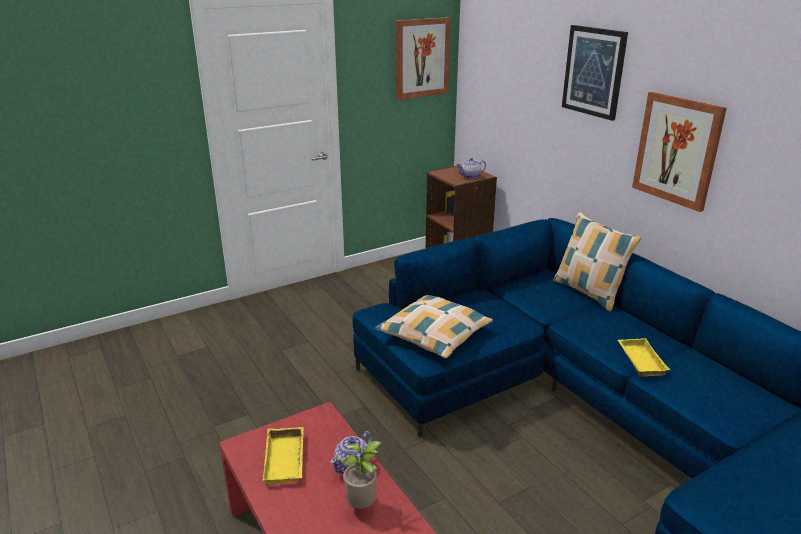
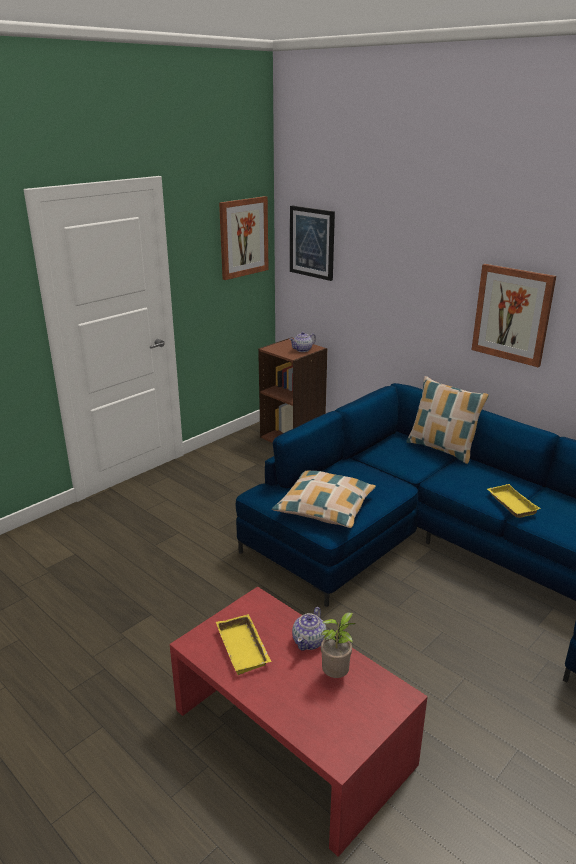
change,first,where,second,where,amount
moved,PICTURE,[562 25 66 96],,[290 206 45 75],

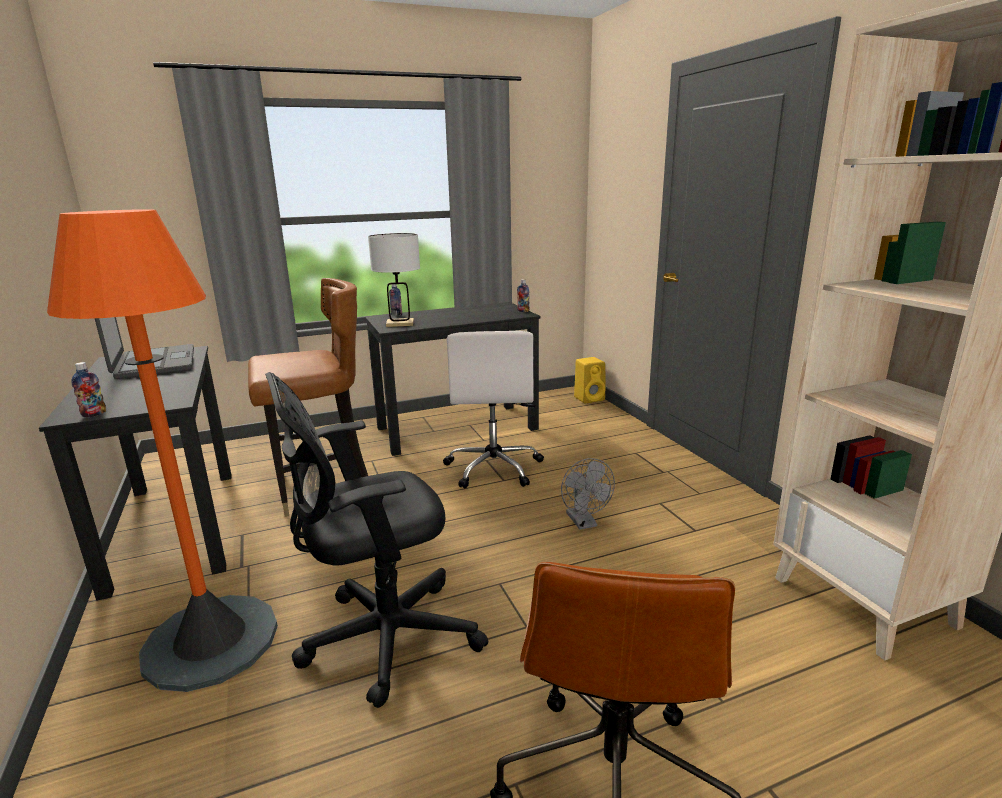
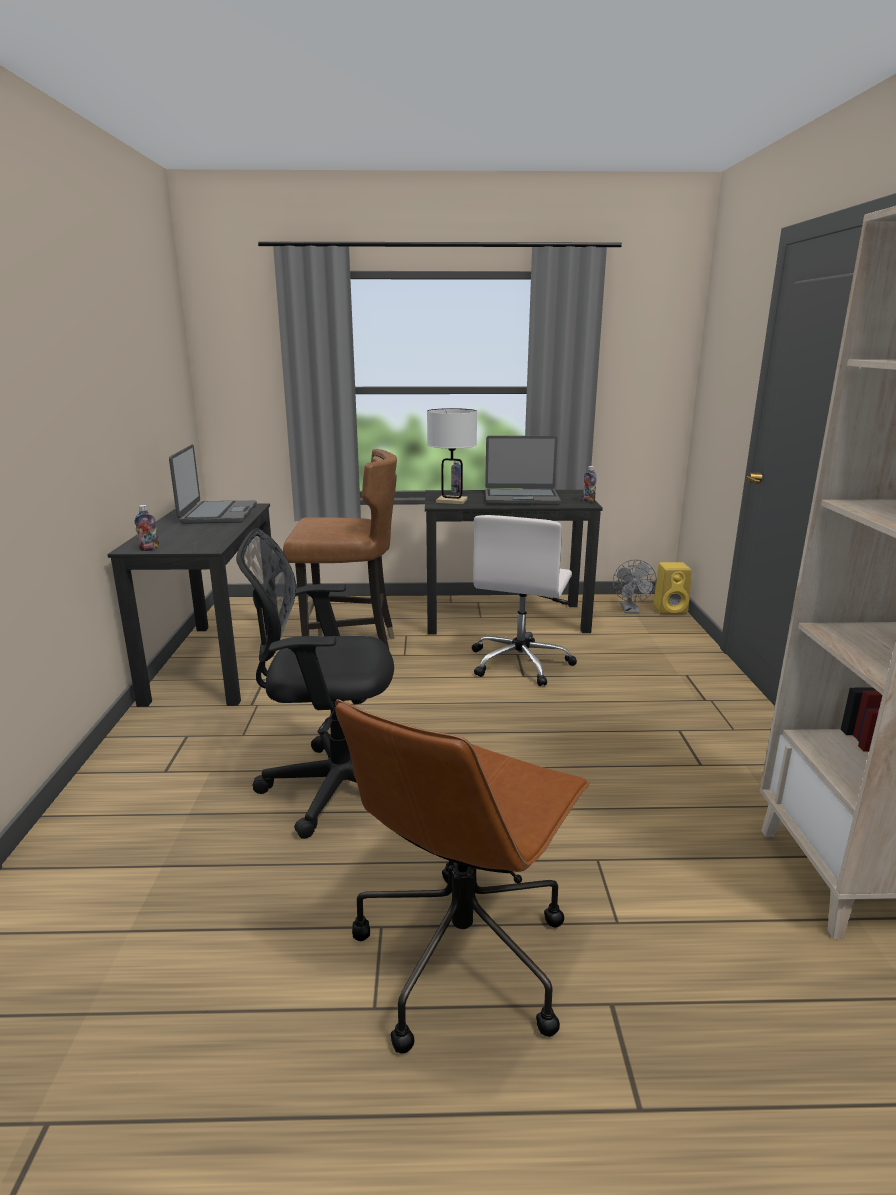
change,first,where,second,where,amount
removed,ORANGE FLOOR LAMP,[47 209 231 483],,,
moved,GREY FAN,[561 458 54 72],,[613 559 44 55],
added,,,LAPTOP,[485 436 76 69],

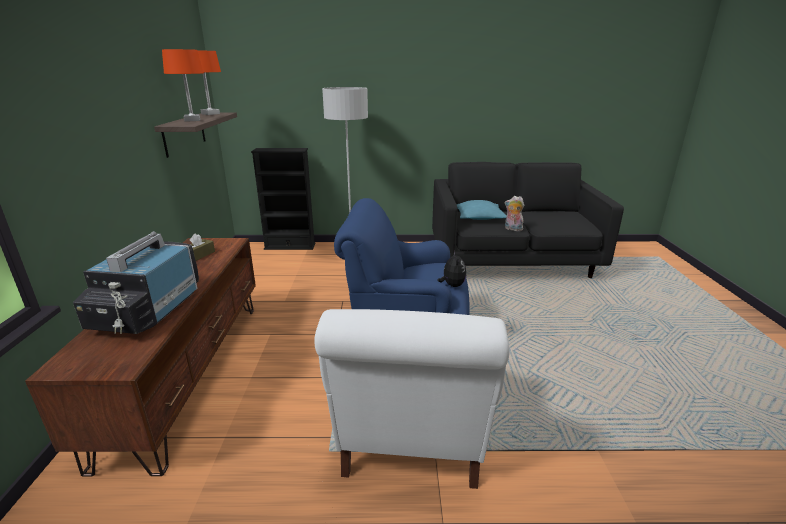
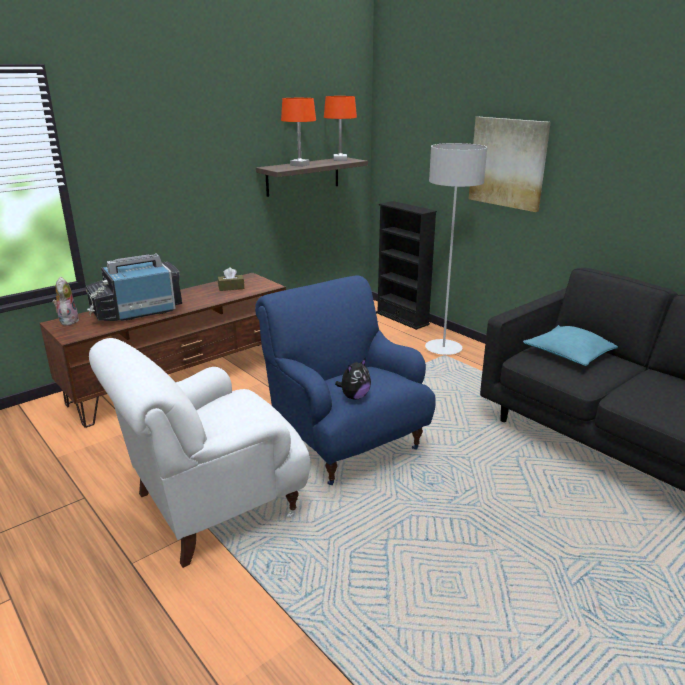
change,first,where,second,where,amount
moved,PLUSH TOY,[505 196 19 35],,[53 277 26 48],
added,,,PICTURE,[469 117 82 95],

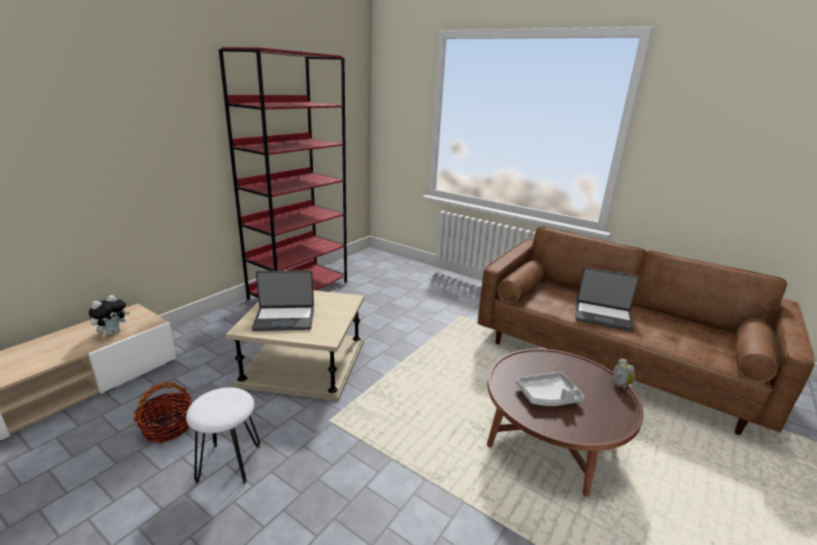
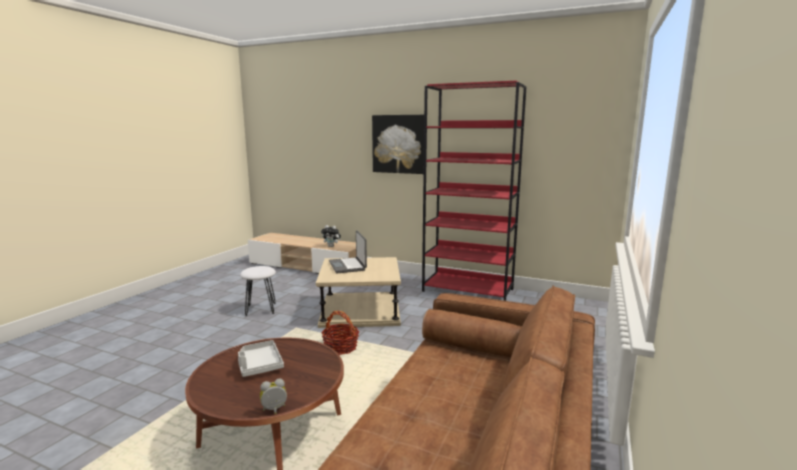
change,first,where,second,where,amount
moved,BASKET,[133 382 58 61],,[321 311 38 44],
removed,LAPTOP,[575 267 65 65],,,
added,,,PICTURE,[372 115 52 59],

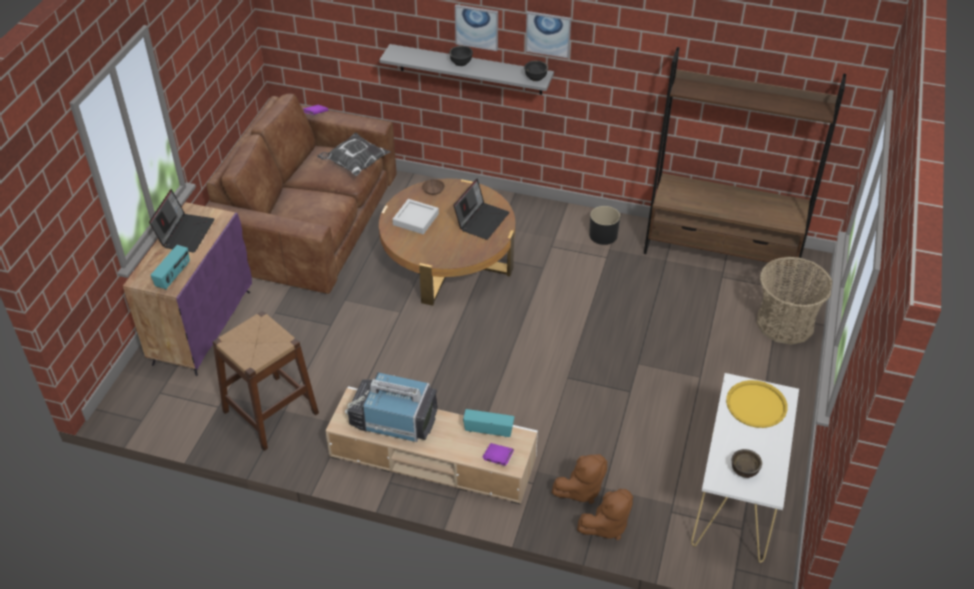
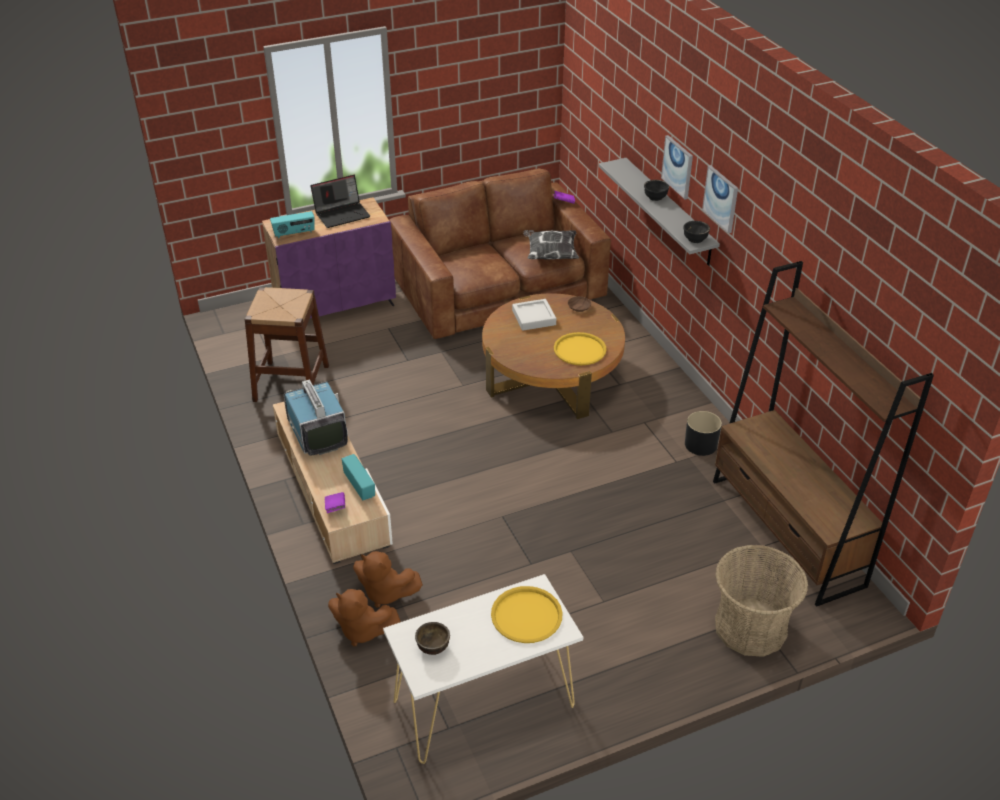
change,first,where,second,where,amount
replaced,LAPTOP,[453 179 57 61],YELLOW TRAY,[554 332 52 33],

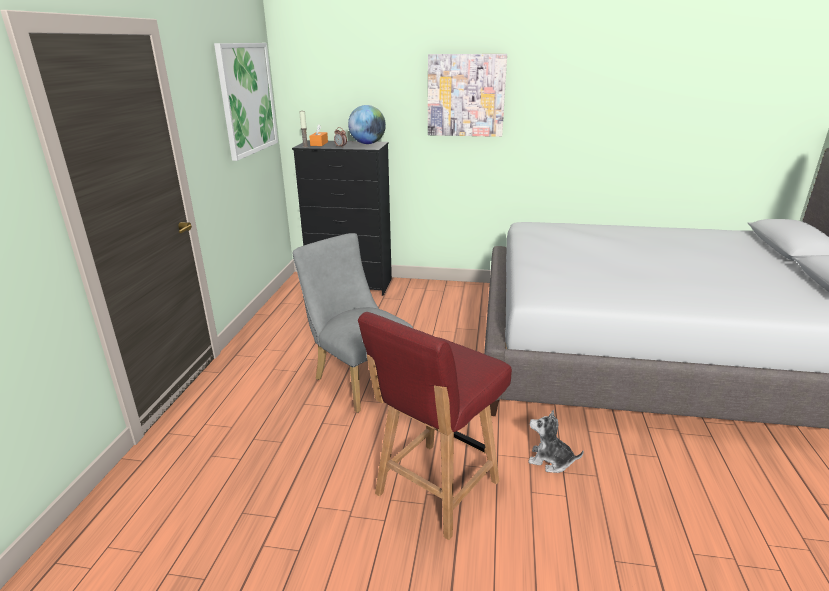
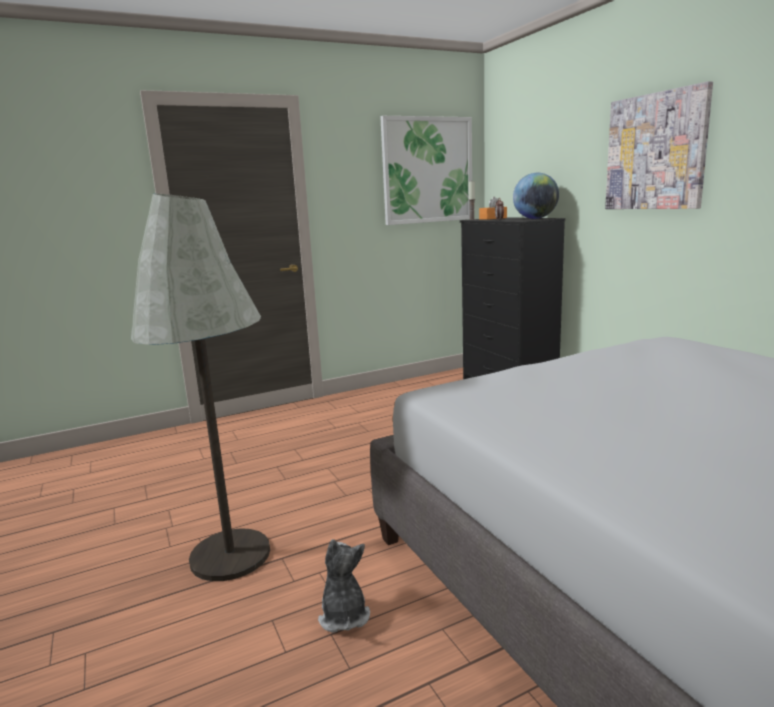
change,first,where,second,where,amount
removed,GREY CHAIR,[292 233 121 180],,,
replaced,RED CHAIR,[358 312 154 228],GREY FLOOR LAMP,[131 194 139 387],

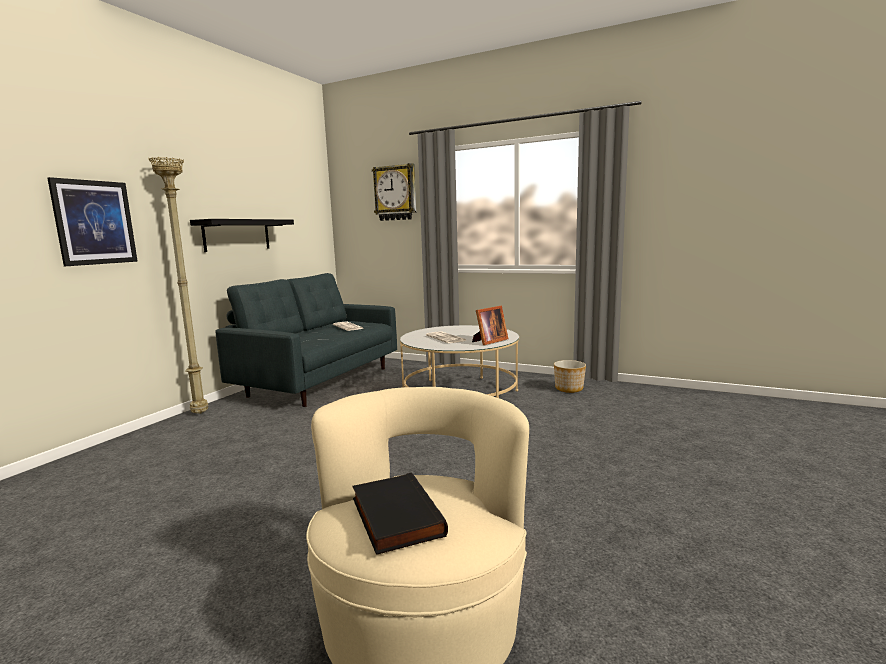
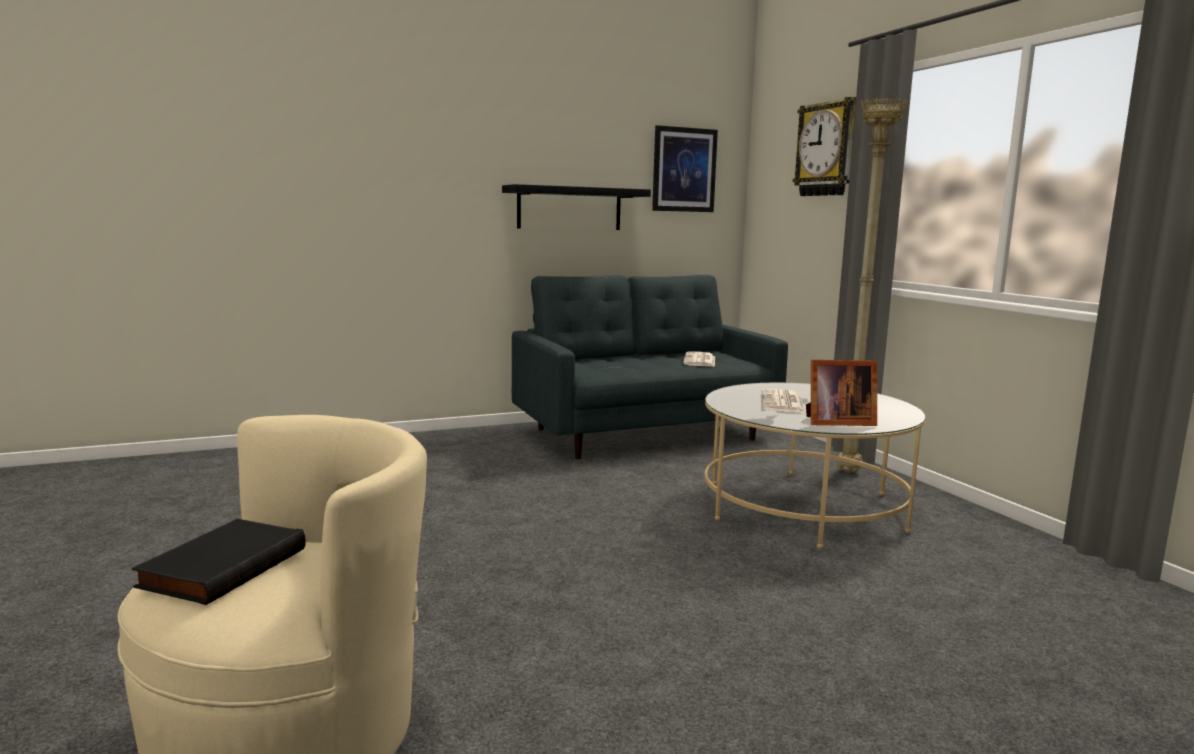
change,first,where,second,where,amount
moved,PICTURE,[47 177 91 89],,[652 125 66 87],
moved,BEIGE FLOOR LAMP,[149 157 59 257],,[837 98 71 375],
removed,PLANTER,[554 360 32 33],,,

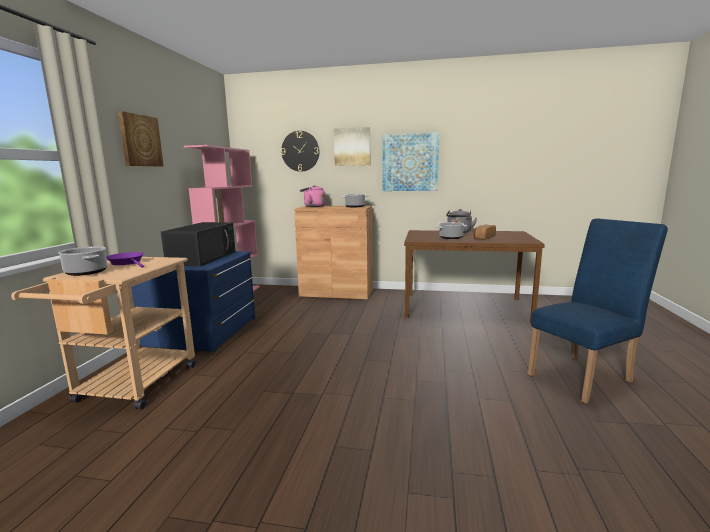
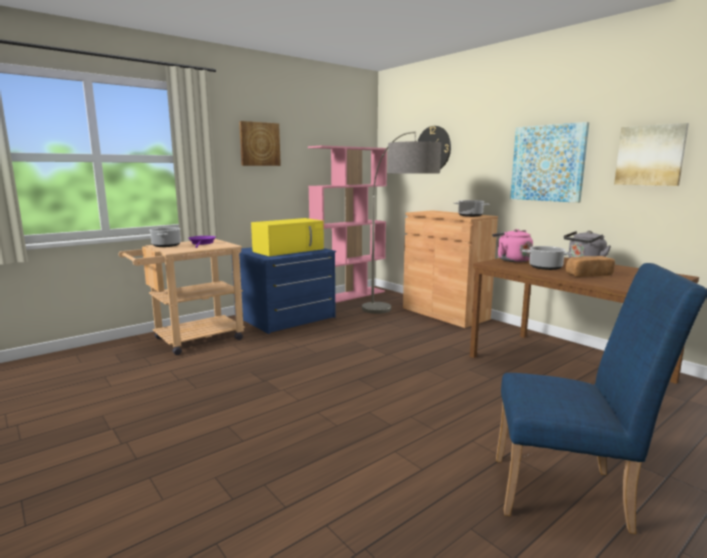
change,first,where,second,where,amount
recoloured,BLACK MICROWAVE,[161 222 75 45],YELLOW MICROWAVE,[251 218 73 38],
moved,PINK KETTLE,[300 185 26 22],,[493 229 40 33],
moved,PICTURE,[334 127 36 39],,[614 123 75 63],
added,,,FLOOR LAMP,[362 131 79 183],

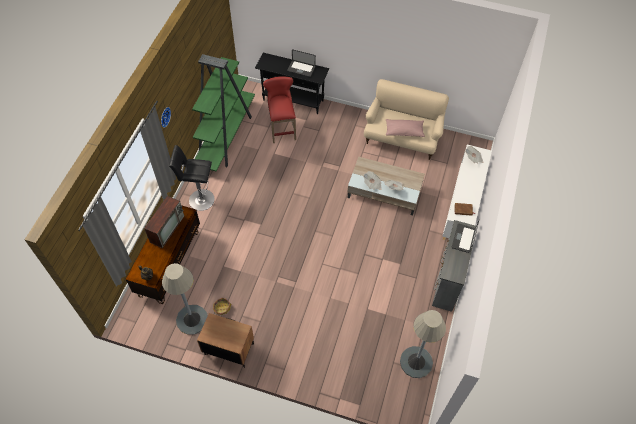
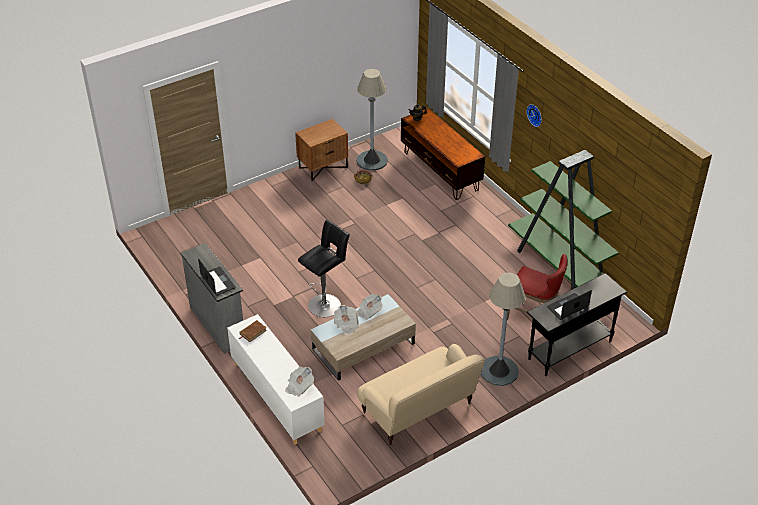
change,first,where,second,where,amount
removed,TELEVISION,[144 196 40 52],,,
moved,BLACK STOOL,[169 145 46 66],,[298 220 52 97],
removed,PINK PILLOW,[386 119 39 18],,,
moved,GREY FLOOR LAMP,[400 310 46 68],,[481 272 45 114],

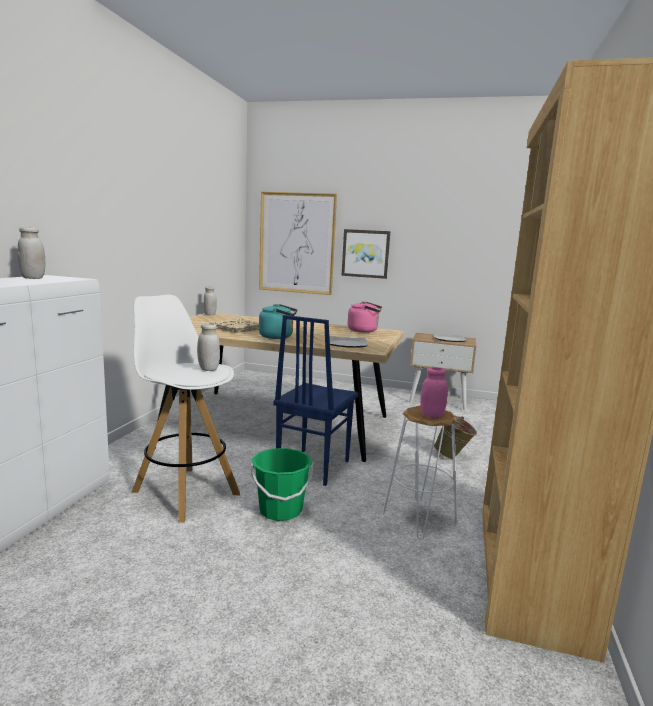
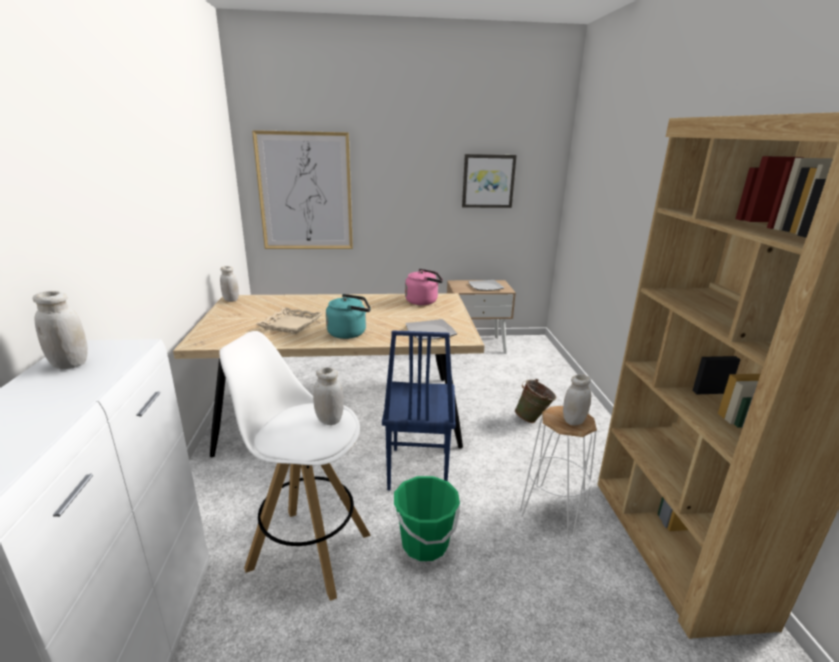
change,first,where,second,where,amount
moved,PICTURE,[341 229 49 50],,[462 154 55 54],
recoloured,PINK JAR,[420 367 28 50],WHITE JAR,[563 374 28 51],

